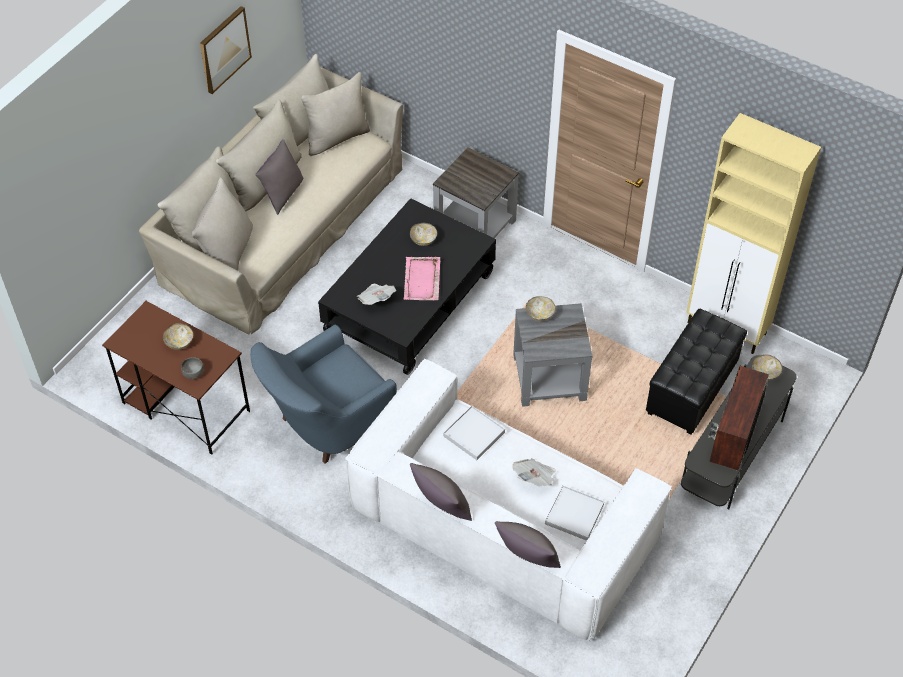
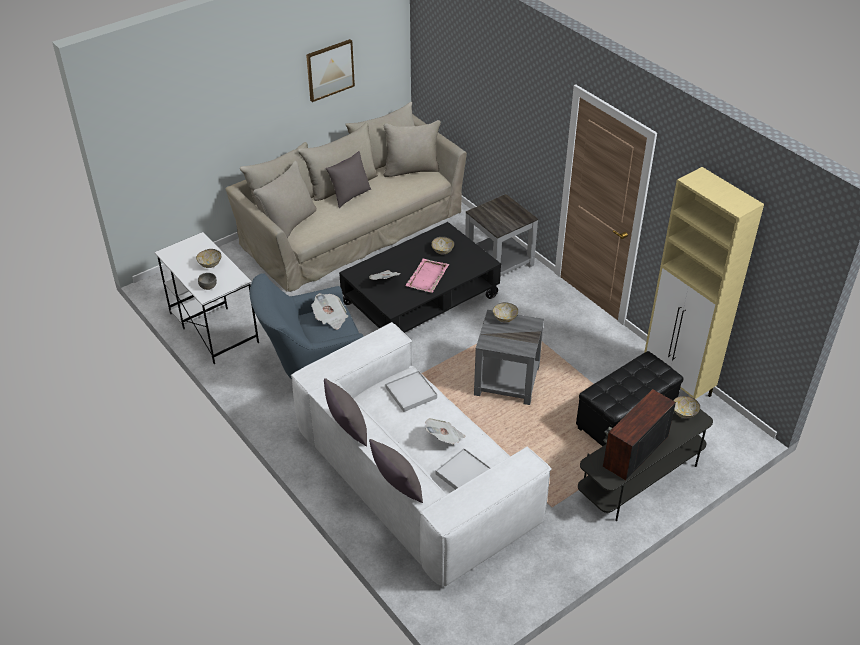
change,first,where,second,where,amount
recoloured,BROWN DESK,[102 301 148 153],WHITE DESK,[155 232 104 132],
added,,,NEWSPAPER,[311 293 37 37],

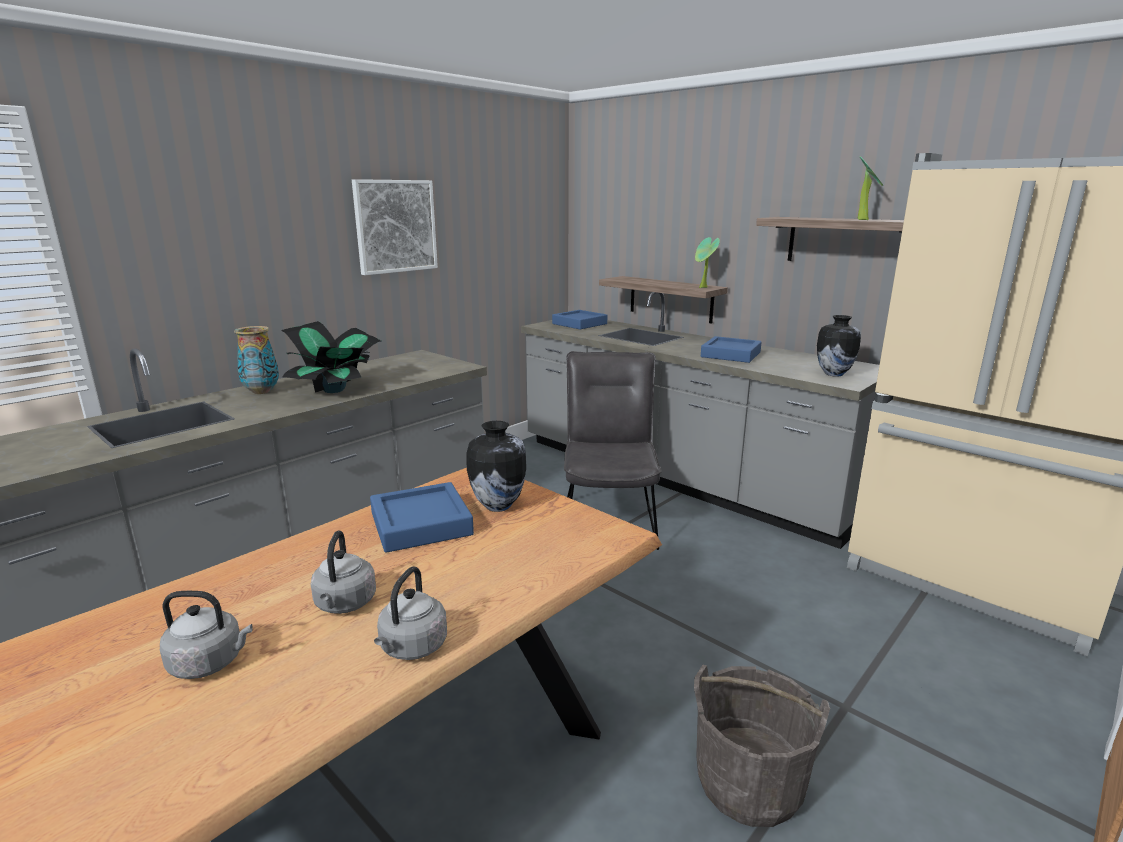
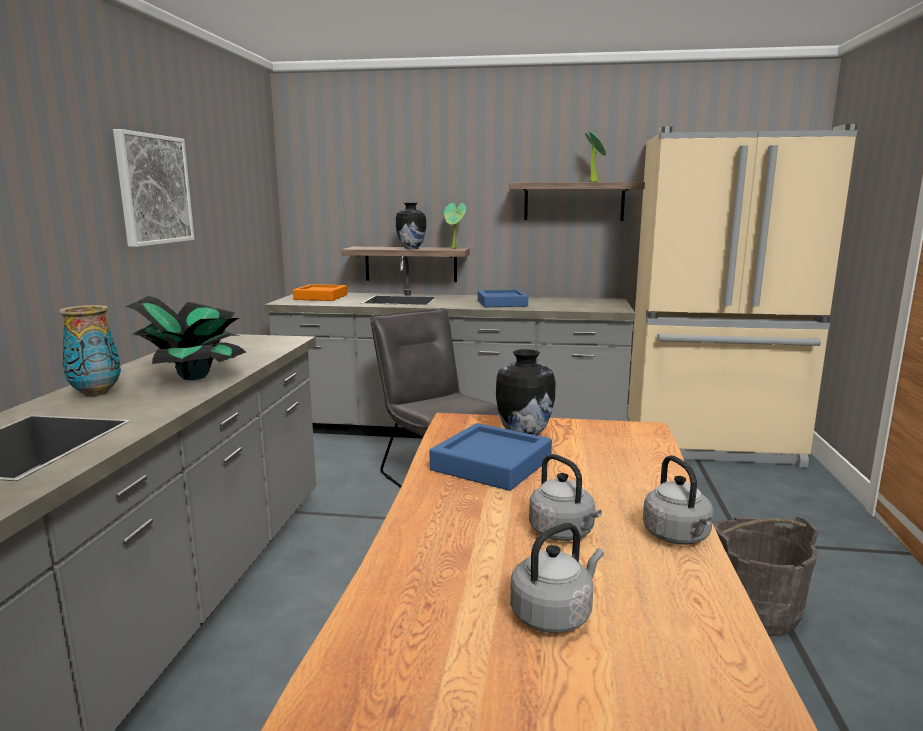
change,first,where,second,where,amount
recoloured,BLUE TRAY,[552 310 55 19],ORANGE TRAY,[293 284 55 17],
moved,VASE,[817 315 44 62],,[396 203 30 46],

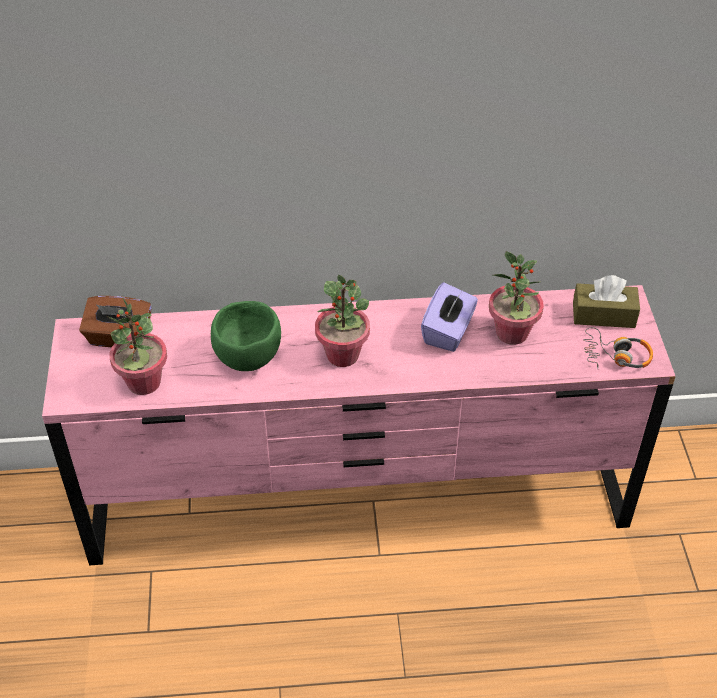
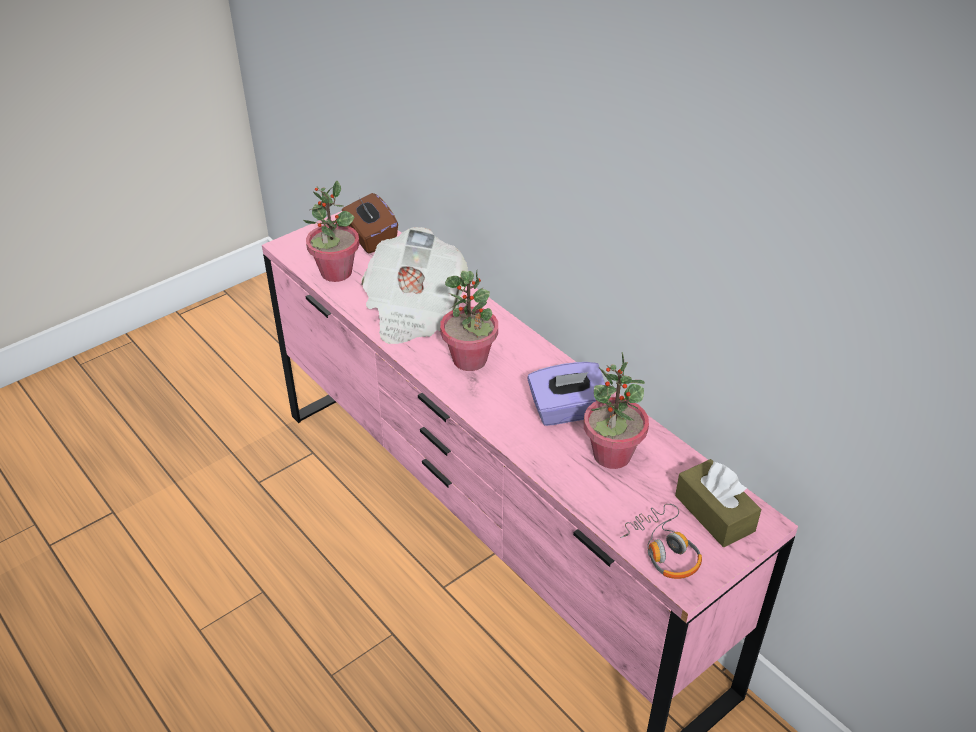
change,first,where,second,where,amount
replaced,GREEN BOWL,[211 301 70 70],NEWSPAPER,[361 227 107 117],

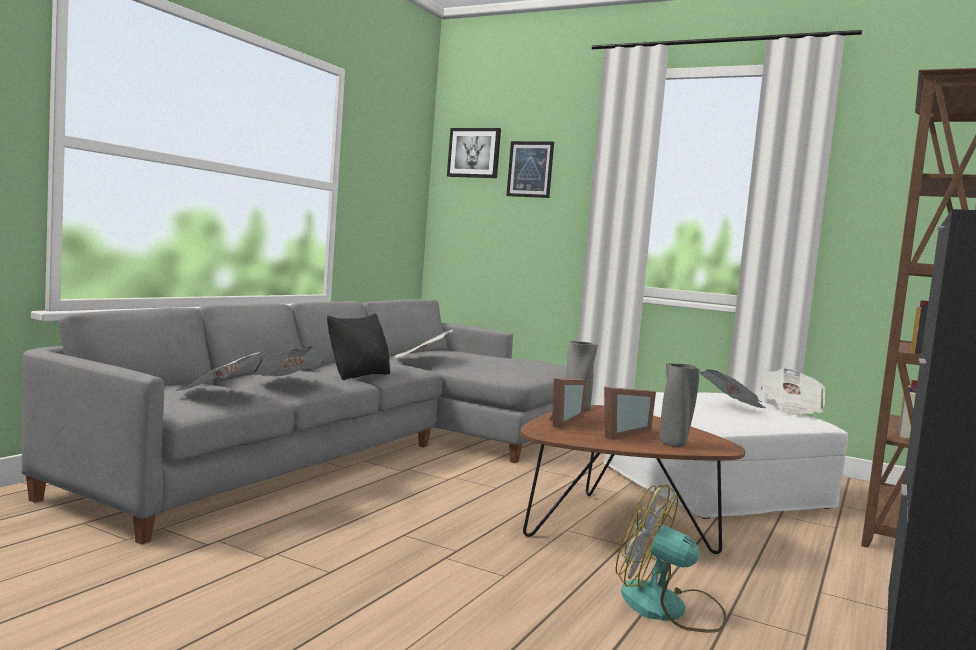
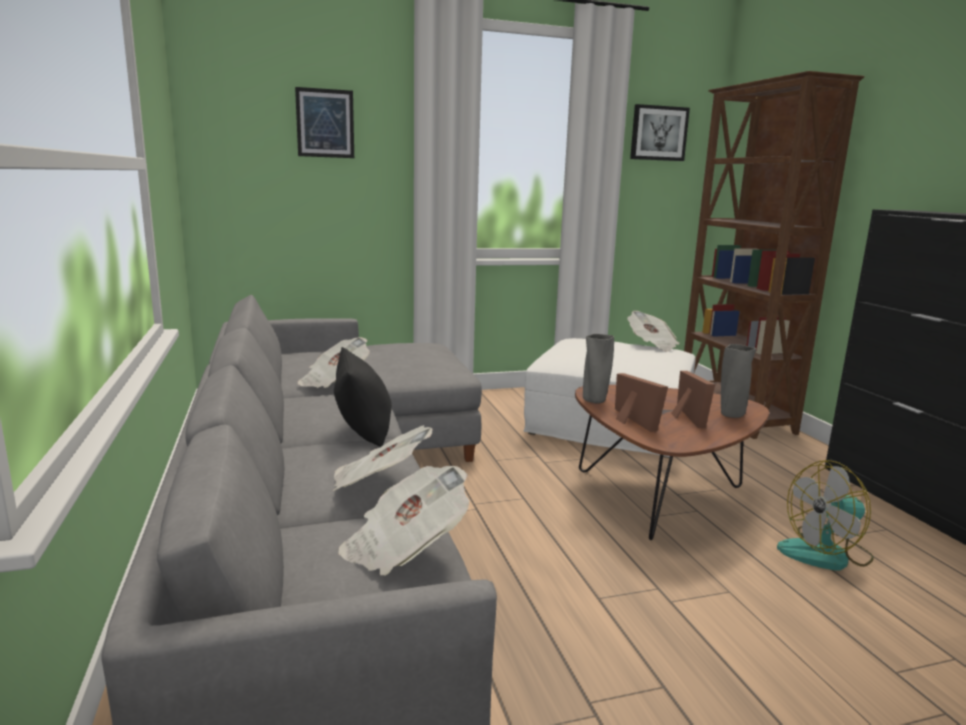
change,first,where,second,where,amount
moved,PICTURE,[447 128 54 50],,[630 104 60 57],
removed,NEWSPAPER,[699 369 67 39],,,

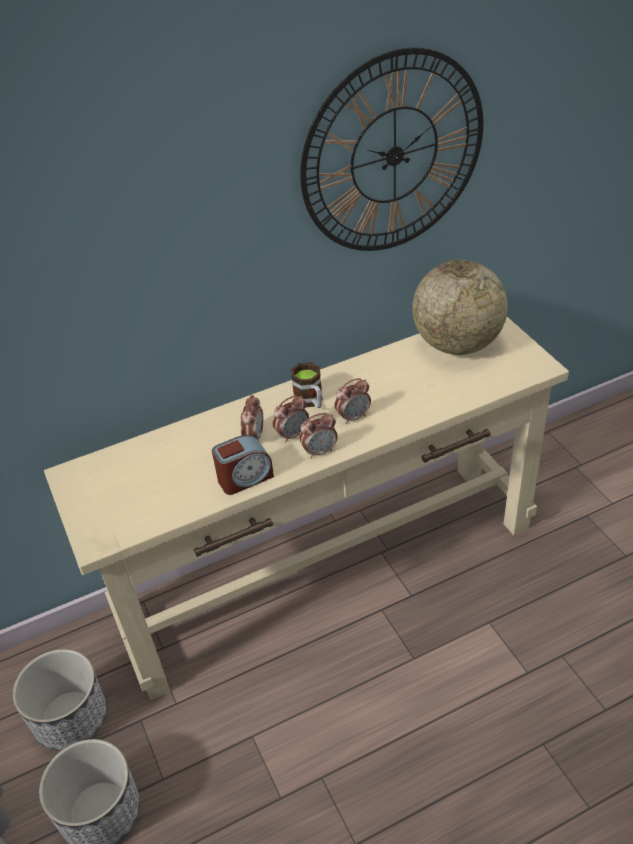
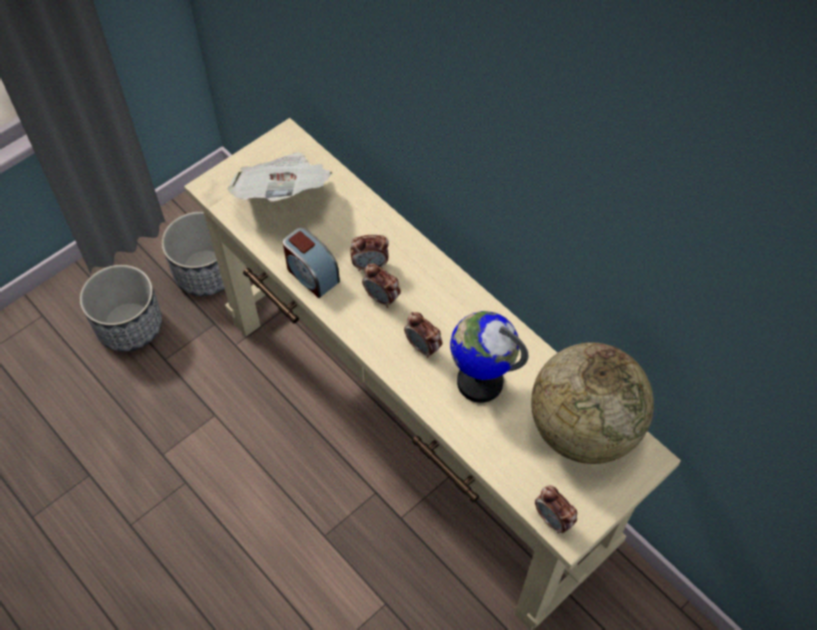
change,first,where,second,where,amount
removed,MUG,[291 362 32 46],,,
moved,ALARM CLOCK,[299 413 39 46],,[535 486 42 47],
removed,WALL CLOCK,[300 47 183 204],,,
added,,,NEWSPAPER,[228 152 104 50],
added,,,GLOBE,[450 311 78 92],

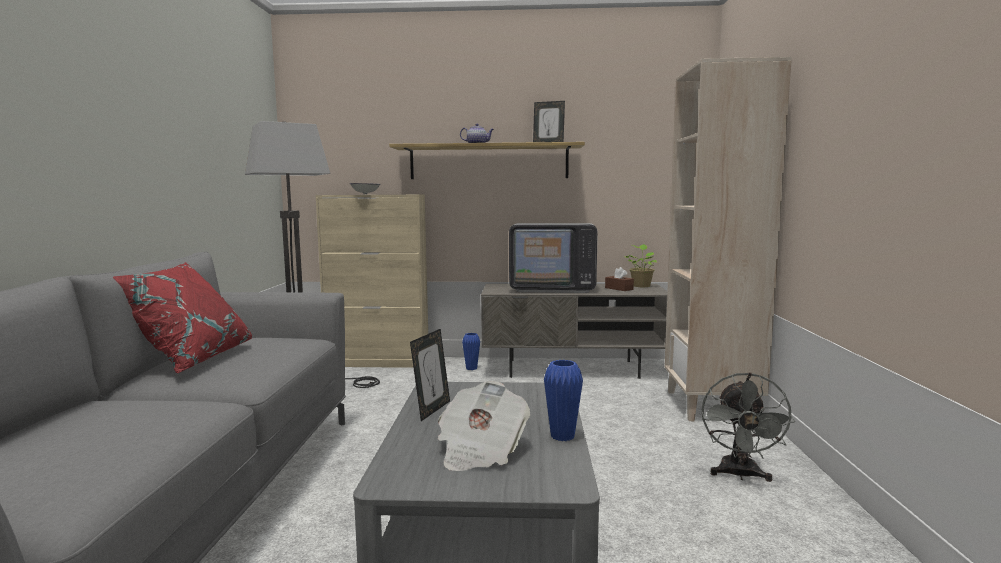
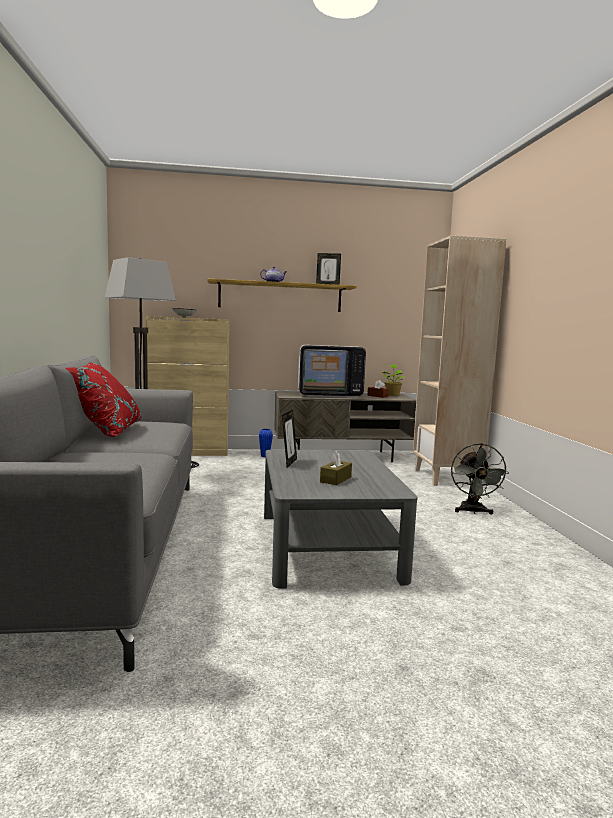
change,first,where,second,where,amount
replaced,NEWSPAPER,[438 381 92 90],BROWN TISSUE BOX,[320 451 32 34],
removed,BLUE VASE,[544 360 39 81],,,

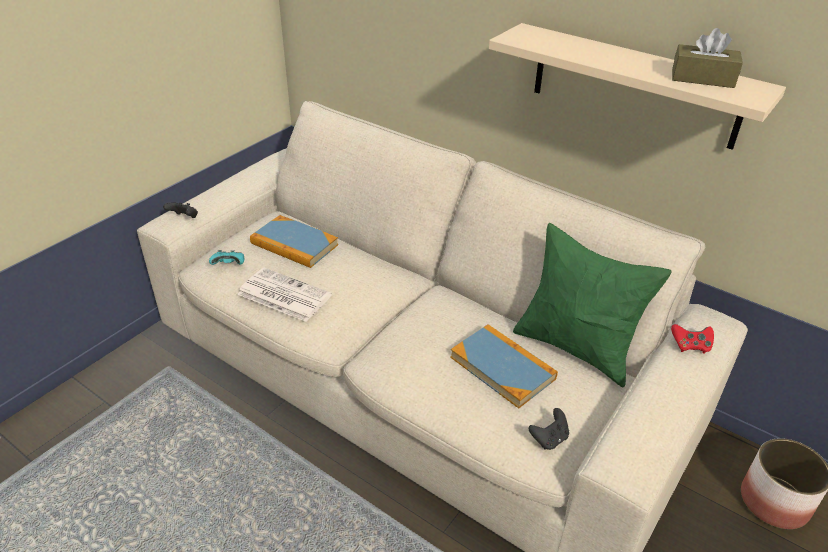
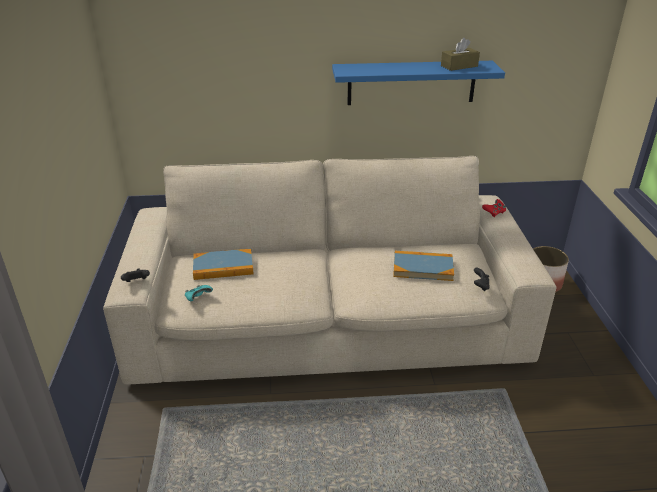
change,first,where,second,where,amount
removed,NEWSPAPER,[237 268 95 54],,,
recoloured,BEIGE SHELF,[489 23 297 127],BLUE SHELF,[332 61 173 44],
removed,GREEN PILLOW,[513 223 159 164],,,

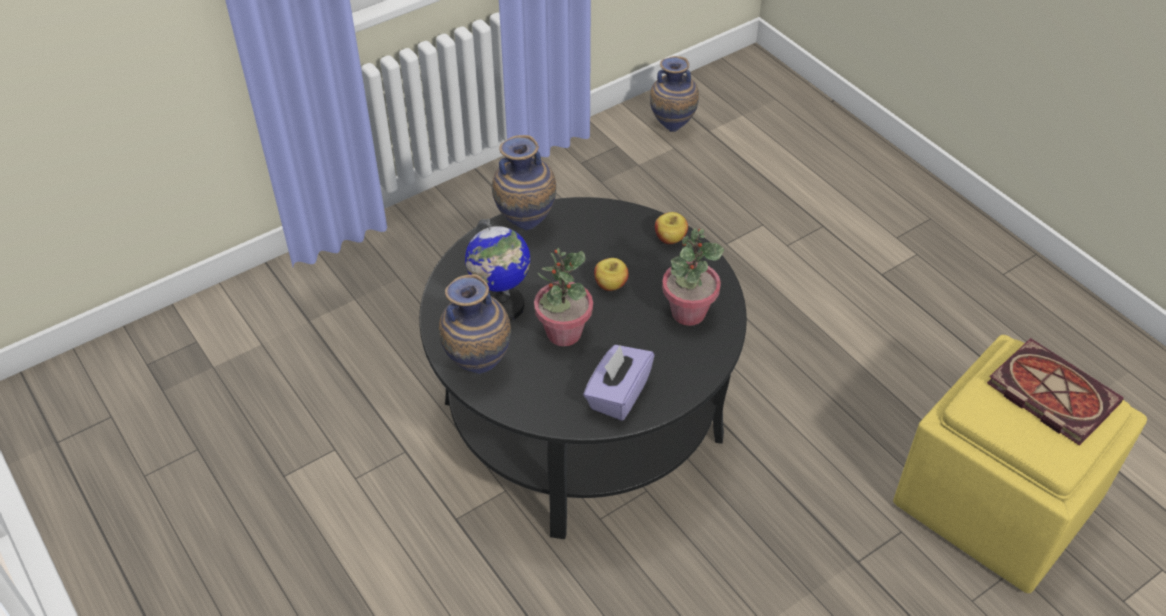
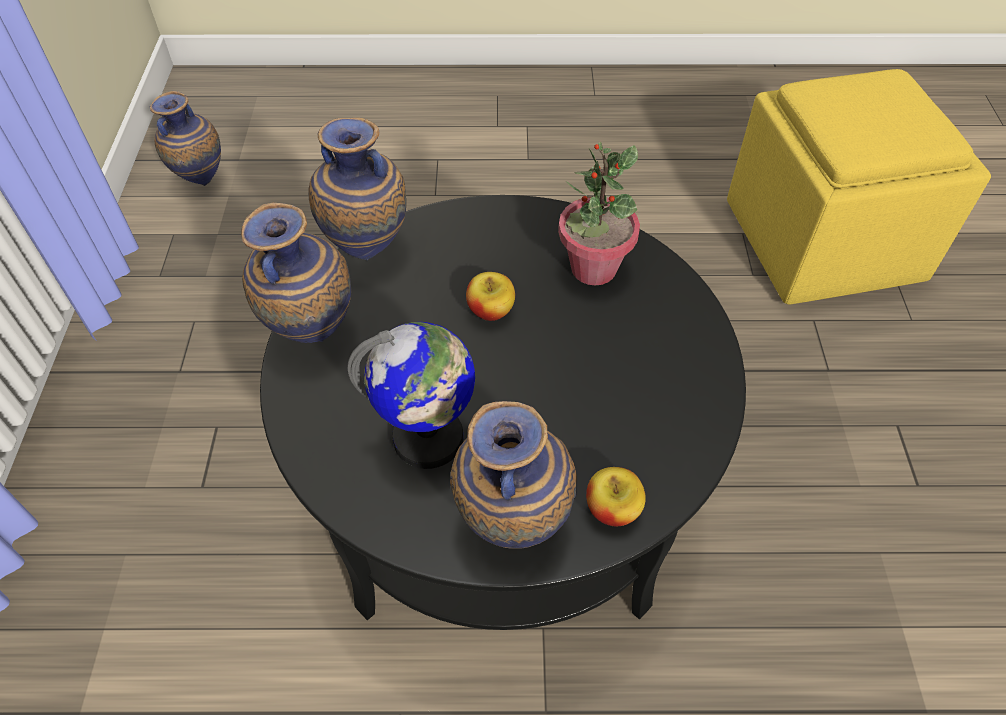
change,first,where,second,where,amount
removed,POTTED PLANT,[534 248 59 98],,,
removed,PURPLE TISSUE BOX,[583 345 72 76],,,
moved,APPLE,[655 212 33 32],,[586 467 60 59],
removed,BOOK,[987 338 137 108],,,
added,,,VASE,[308 118 98 143],

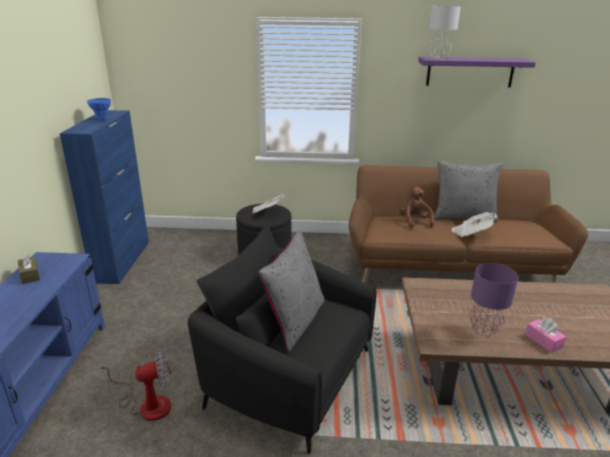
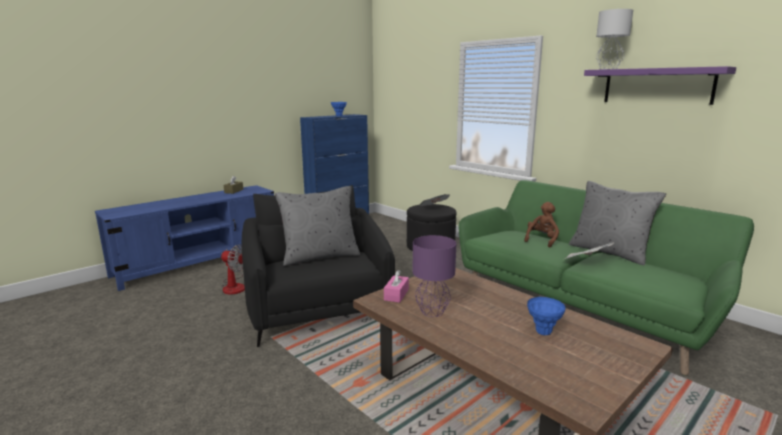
change,first,where,second,where,amount
recoloured,BROWN SOFA,[349 165 239 119],GREEN SOFA,[459 180 295 196],
moved,PINK TISSUE BOX,[525 317 41 36],,[384 270 25 33],
added,,,BLUE VASE,[527 297 39 38],

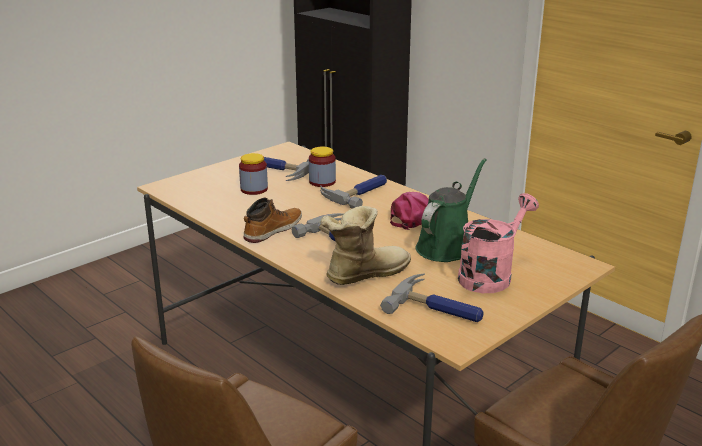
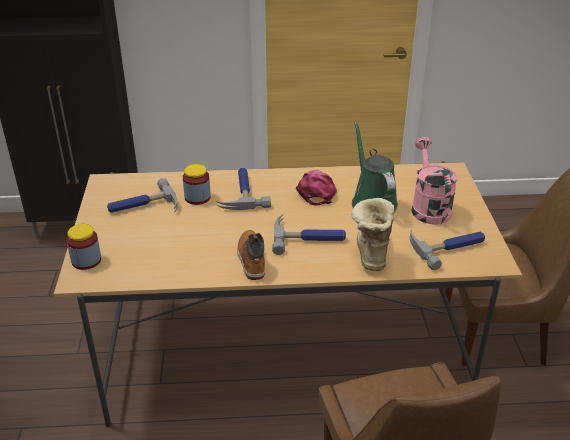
change,first,where,second,where,amount
moved,JAR,[239 153 29 42],,[66 224 35 46],

